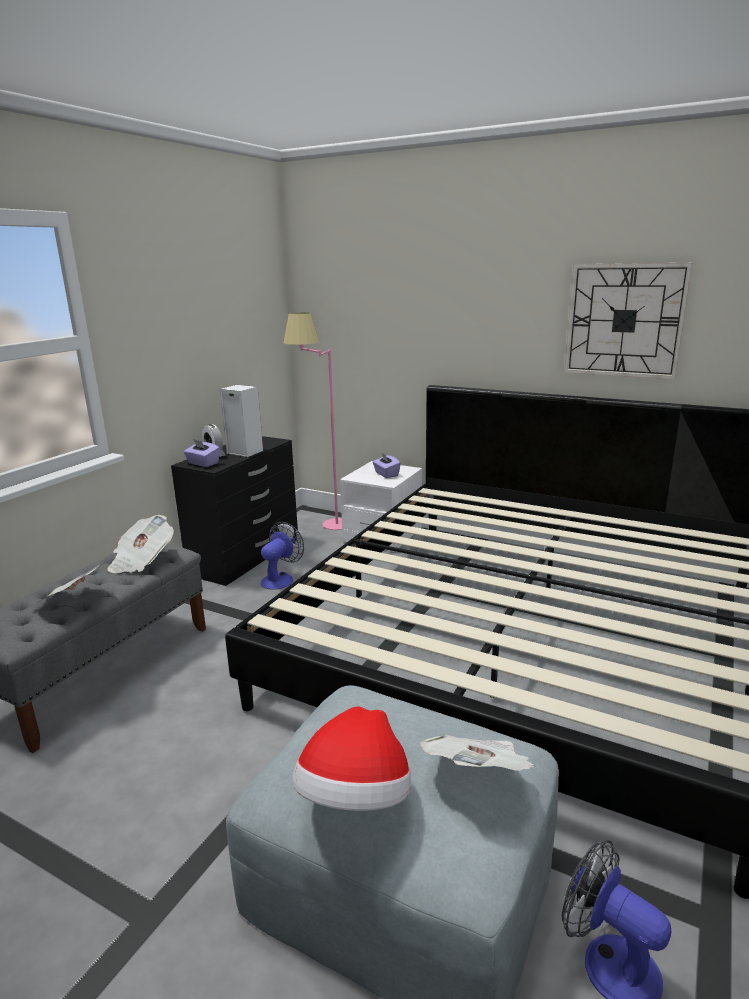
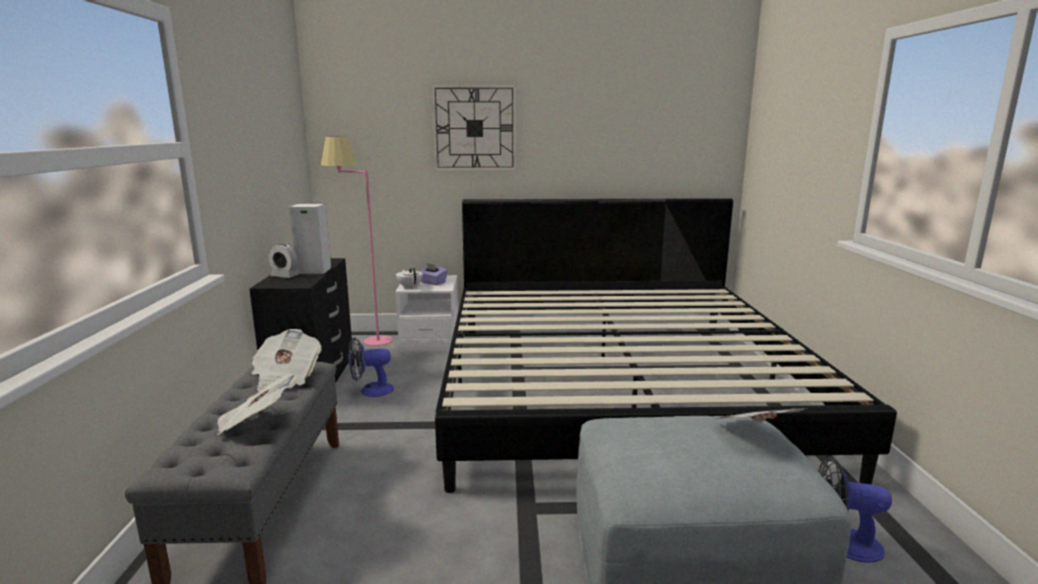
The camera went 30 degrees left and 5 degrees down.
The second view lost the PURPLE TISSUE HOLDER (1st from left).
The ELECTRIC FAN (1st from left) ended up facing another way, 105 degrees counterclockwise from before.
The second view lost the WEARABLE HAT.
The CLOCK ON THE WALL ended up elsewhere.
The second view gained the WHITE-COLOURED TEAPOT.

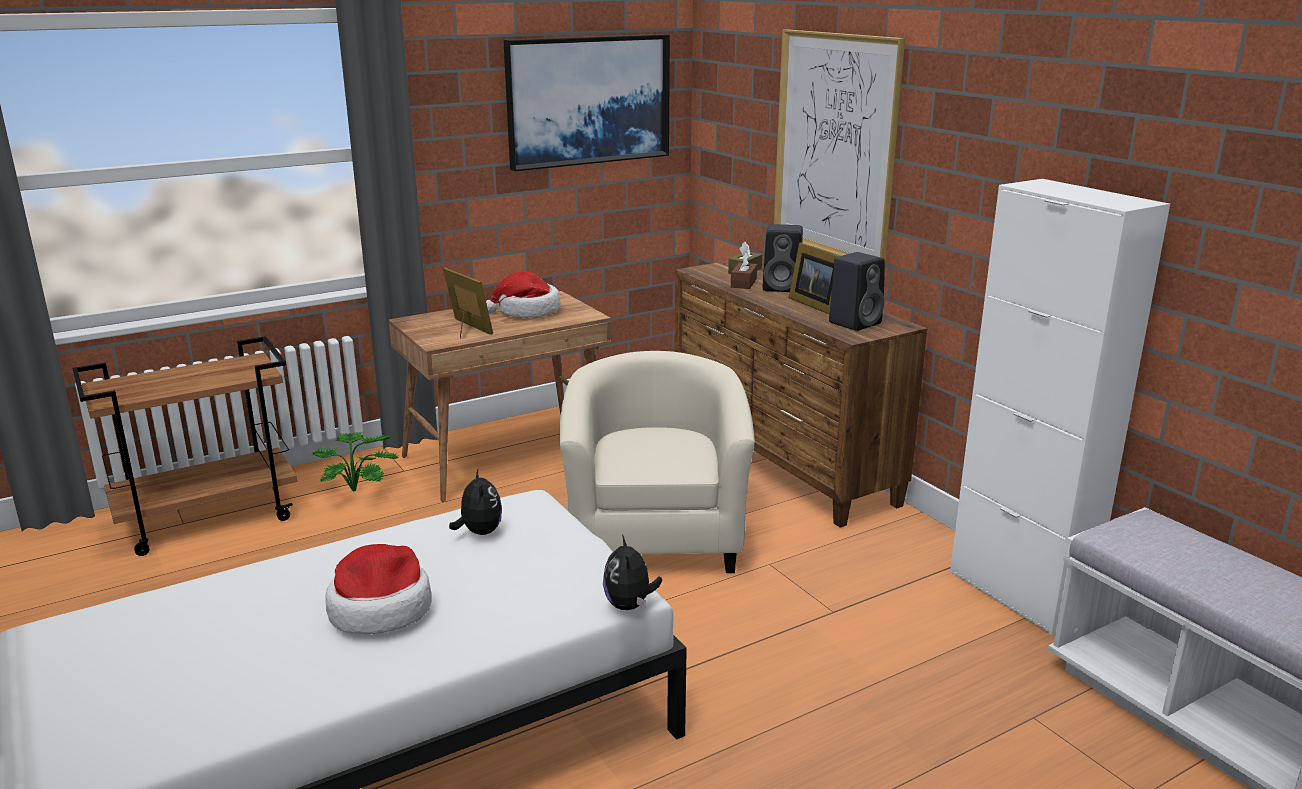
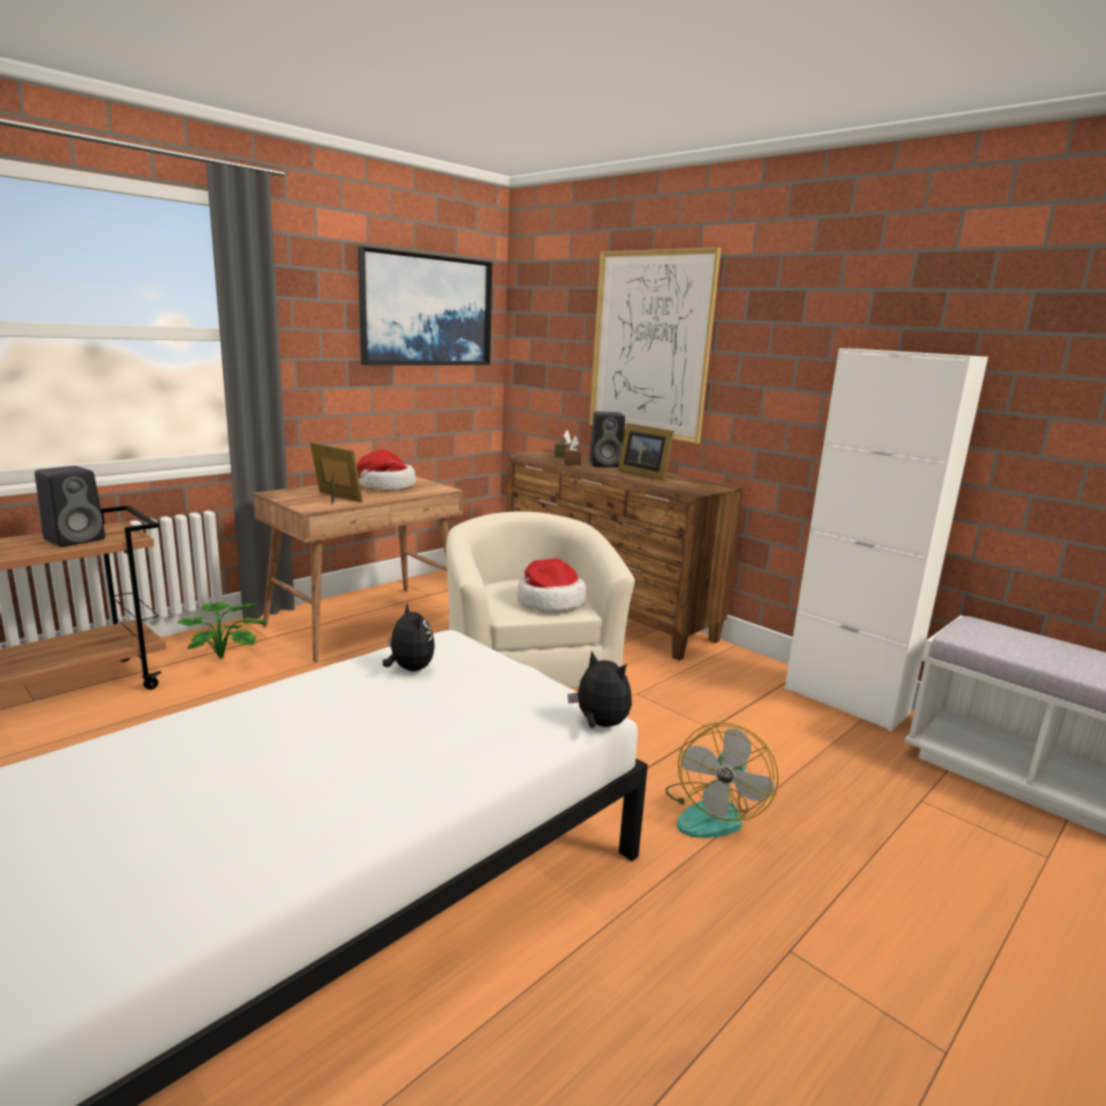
The camera went 15 degrees left and 5 degrees down.
The WEARABLE HAT (1st from left in the first image) ended up elsewhere.
The PLUSH TOY (2nd from left) ended up facing another way, 150 degrees clockwise from before.
The BLACK SPEAKER (2nd from left in the first image) ended up elsewhere.
The second view gained the ELECTRIC FAN.

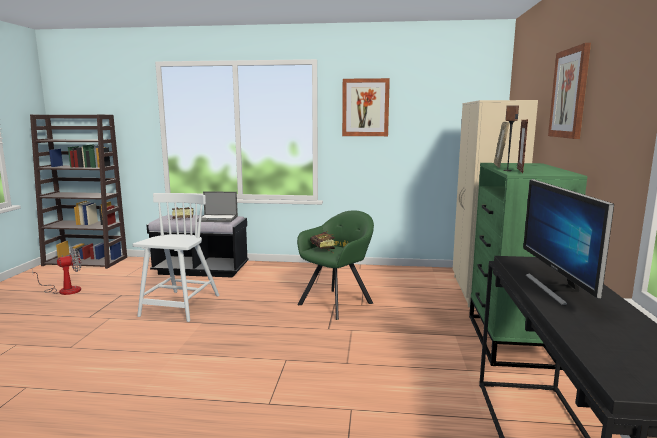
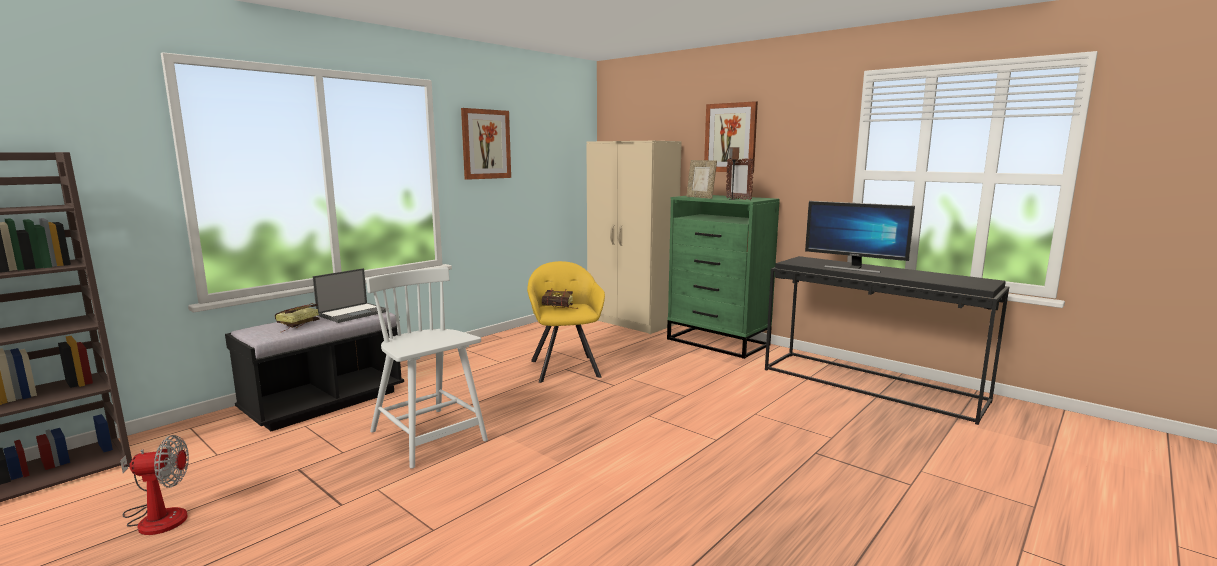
The camera went 55 degrees left and 0 degrees up.
The ELECTRIC FAN ended up facing another way, 75 degrees clockwise from before.
What was the GREEN-COLOURED ARMCHAIR turned into the YELLOW ARMCHAIR.

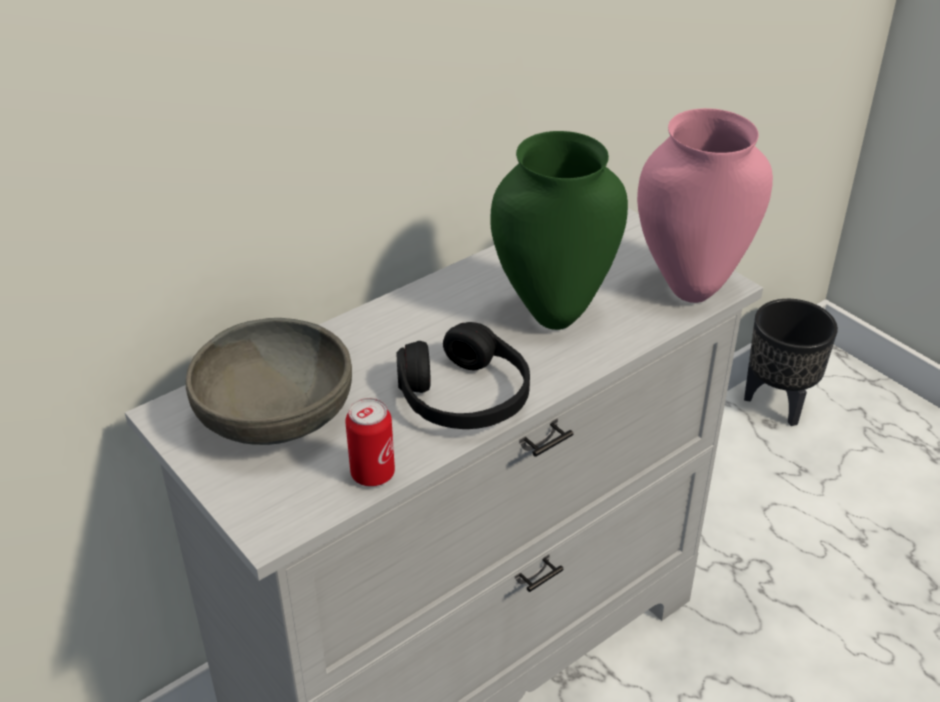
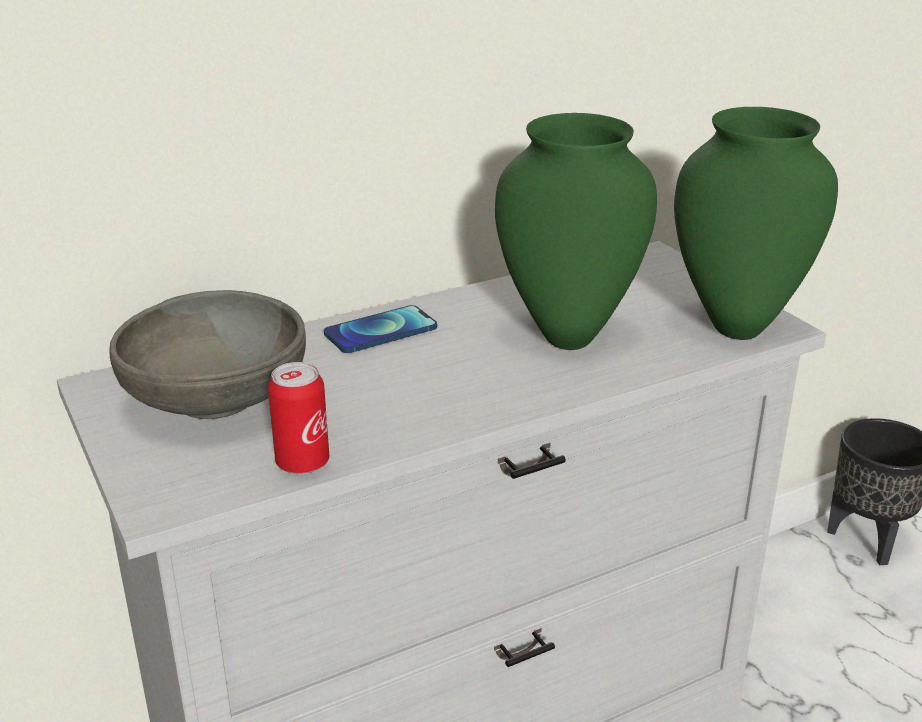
The camera went 10 degrees right and 10 degrees down.
The second view lost the BLACK PAIR OF HEADPHONES.
What was the PINK FLOWER VASE turned into the GREEN-COLOURED FLOWER VASE (2nd from left).
The second view gained the HANDSET.

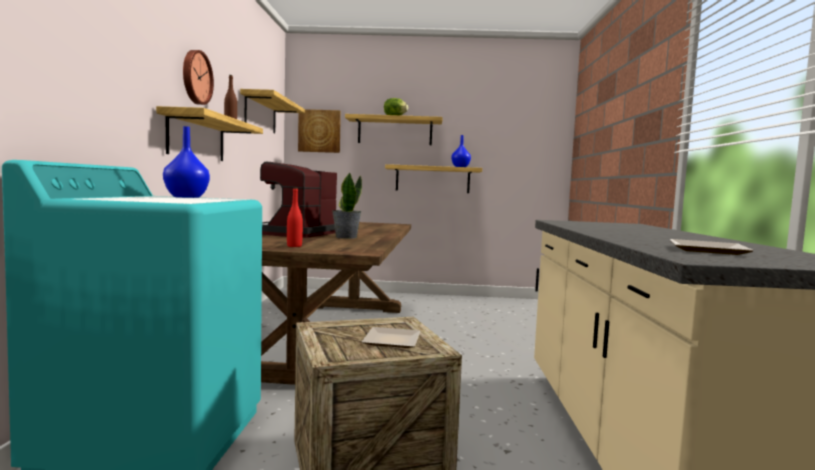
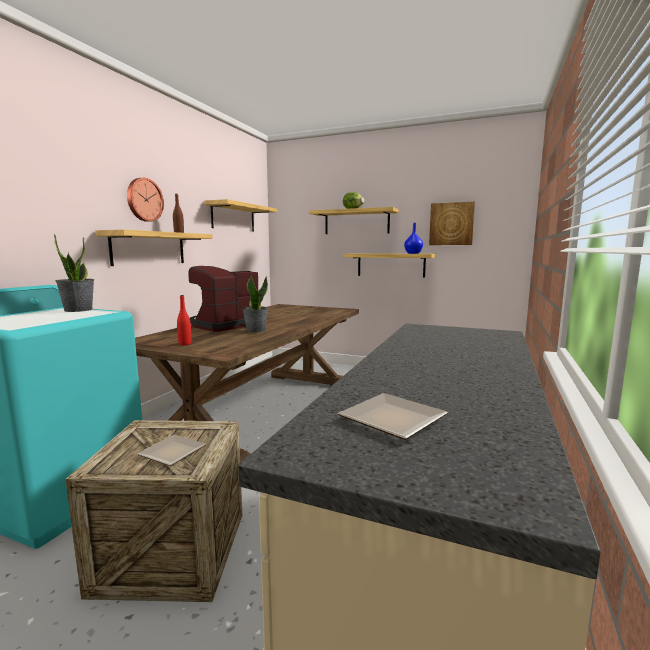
The camera went 20 degrees right and 5 degrees up.
Where the BLUISH FLOWER VASE (1st from left) stood, the PLANT IN A POT (1st from left) came to stand.
The PICTURE ended up elsewhere.

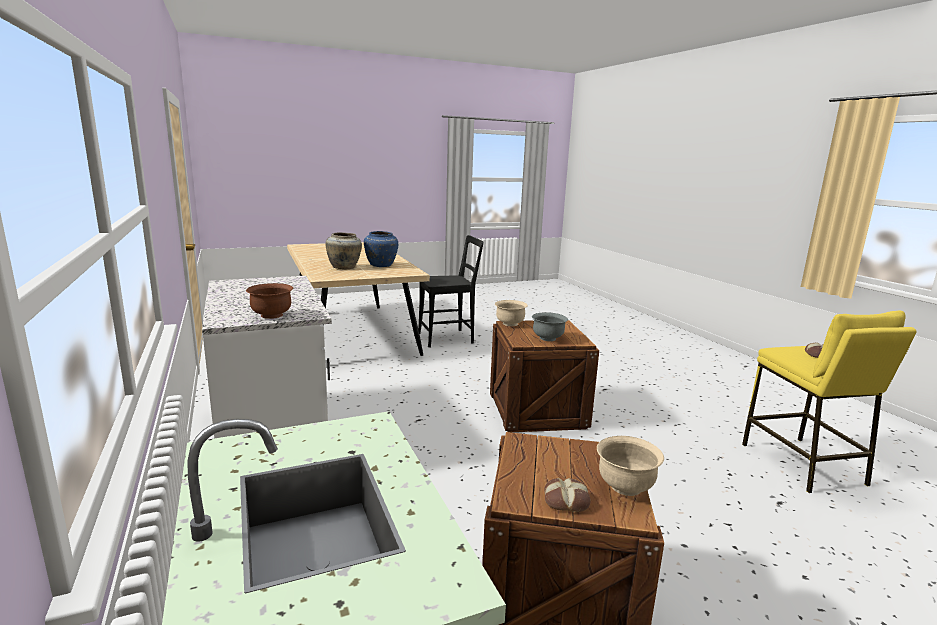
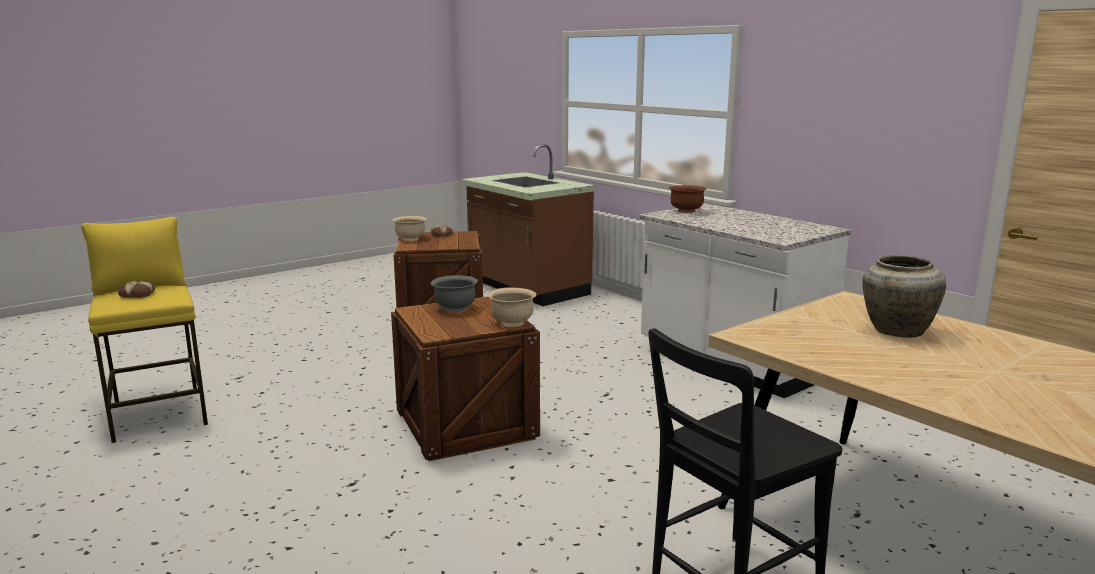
The camera went 165 degrees right and 0 degrees up.
The second view lost the BLUISH FLOWER VASE.

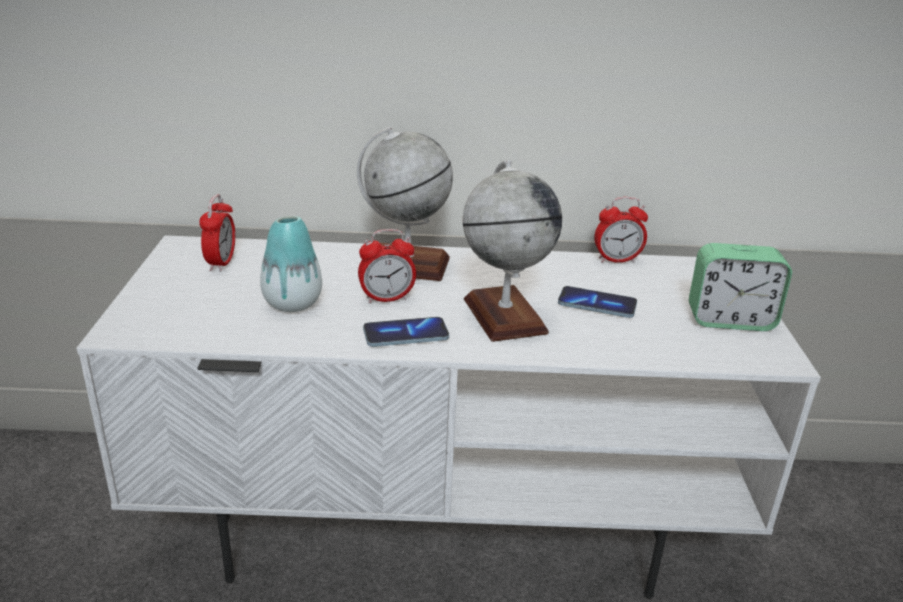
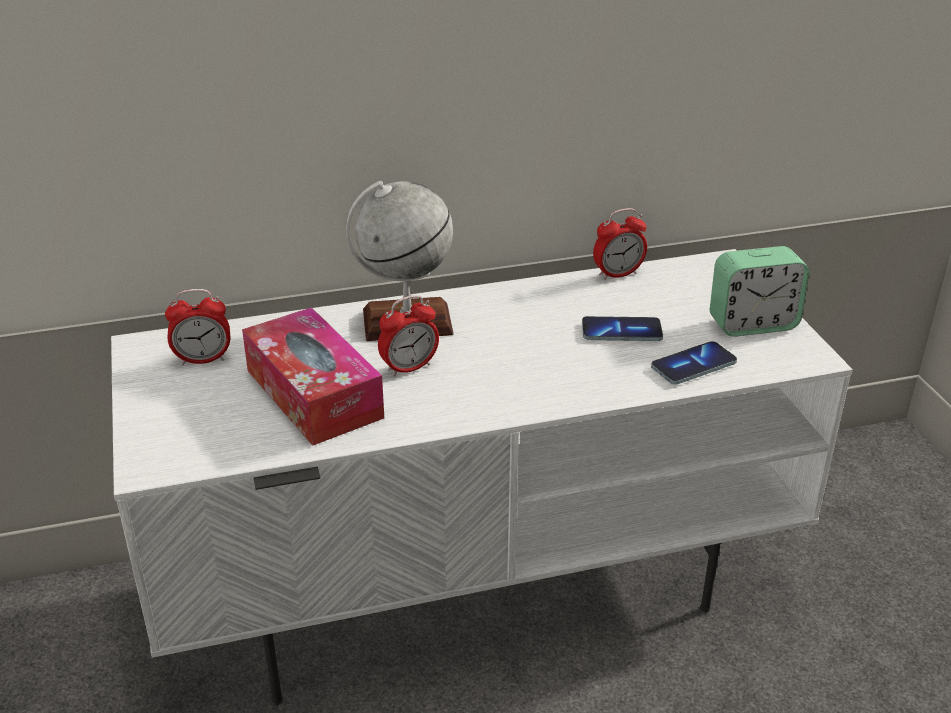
The camera went 15 degrees left and 5 degrees up.
The ALARM CLOCK (1st from left) ended up facing another way, 90 degrees clockwise from before.
Where the FLOWER VASE stood, the TISSUE HOLDER came to stand.
The HANDSET (1st from left in the first image) ended up elsewhere.
The second view lost the WORLD GLOBE (2nd from left).

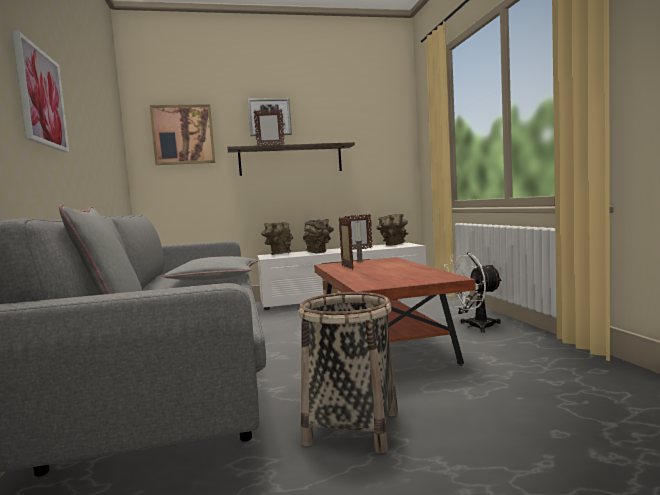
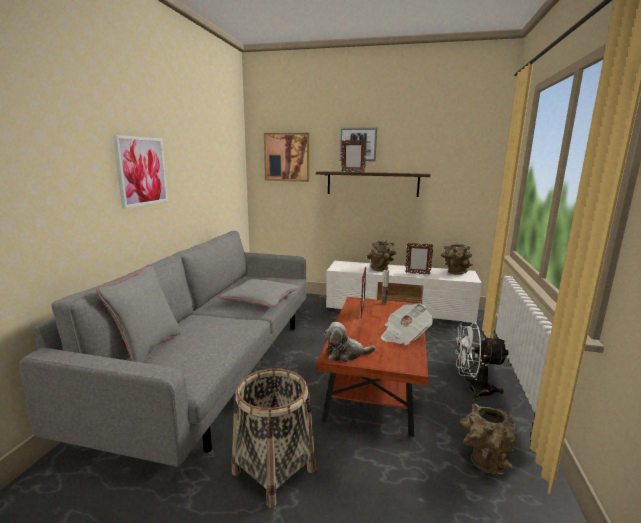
The camera went 25 degrees right and 10 degrees up.
The BROWN FLOWER VASE (1st from left in the first image) ended up elsewhere.
The second view gained the PLUSH TOY.
The second view gained the PRINTED PAPER.

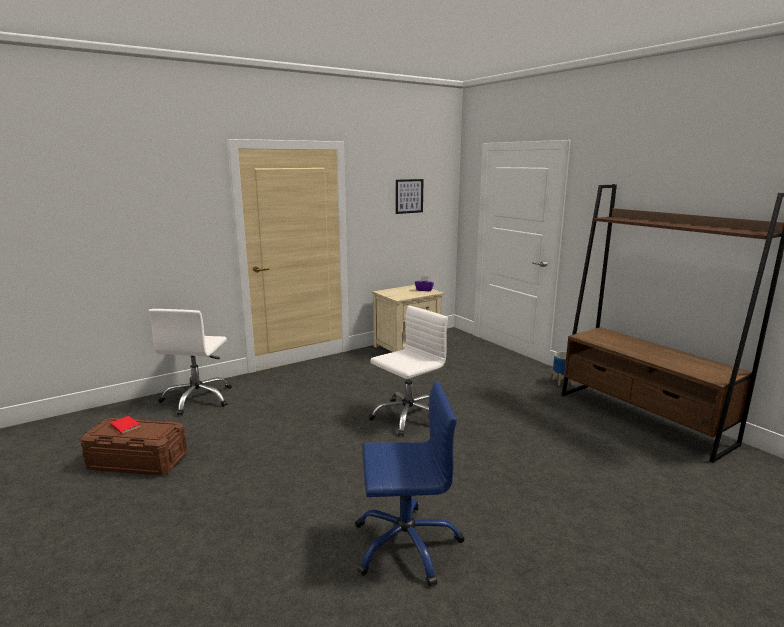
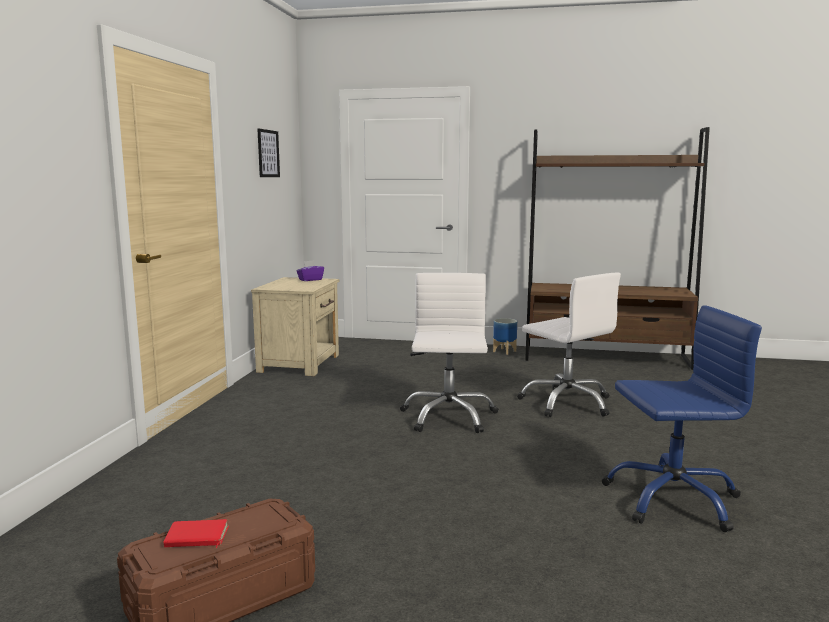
The camera went 45 degrees left and 5 degrees down.
The WHITE-COLOURED DESK CHAIR (1st from left in the first image) ended up elsewhere.
The BLUISH DESK CHAIR ended up facing another way, 45 degrees clockwise from before.

